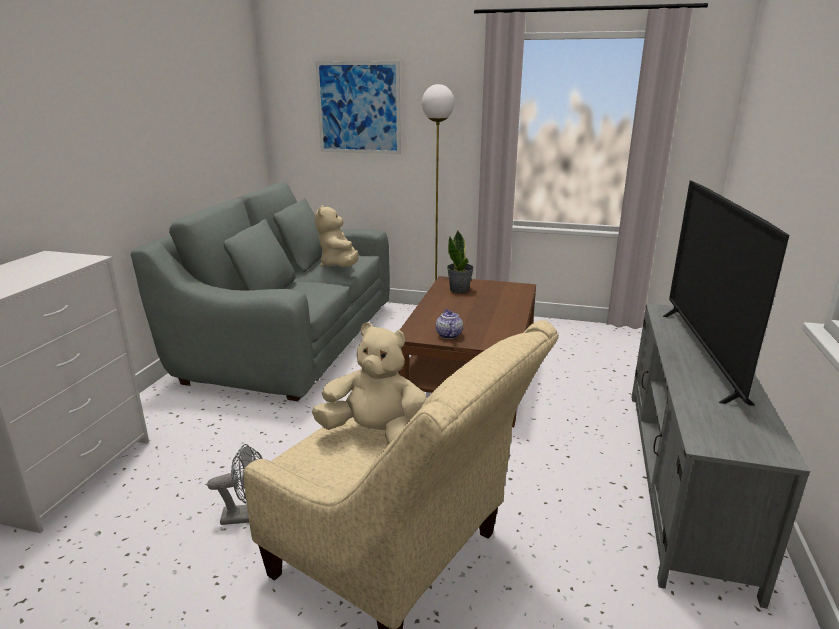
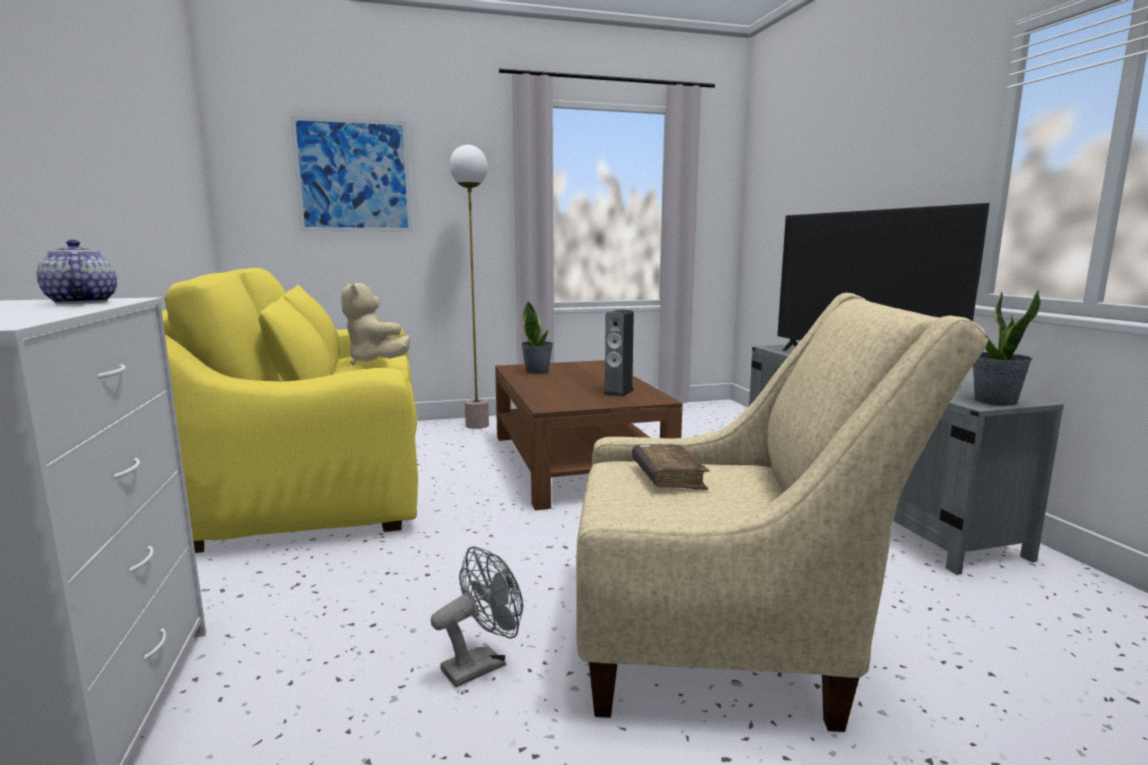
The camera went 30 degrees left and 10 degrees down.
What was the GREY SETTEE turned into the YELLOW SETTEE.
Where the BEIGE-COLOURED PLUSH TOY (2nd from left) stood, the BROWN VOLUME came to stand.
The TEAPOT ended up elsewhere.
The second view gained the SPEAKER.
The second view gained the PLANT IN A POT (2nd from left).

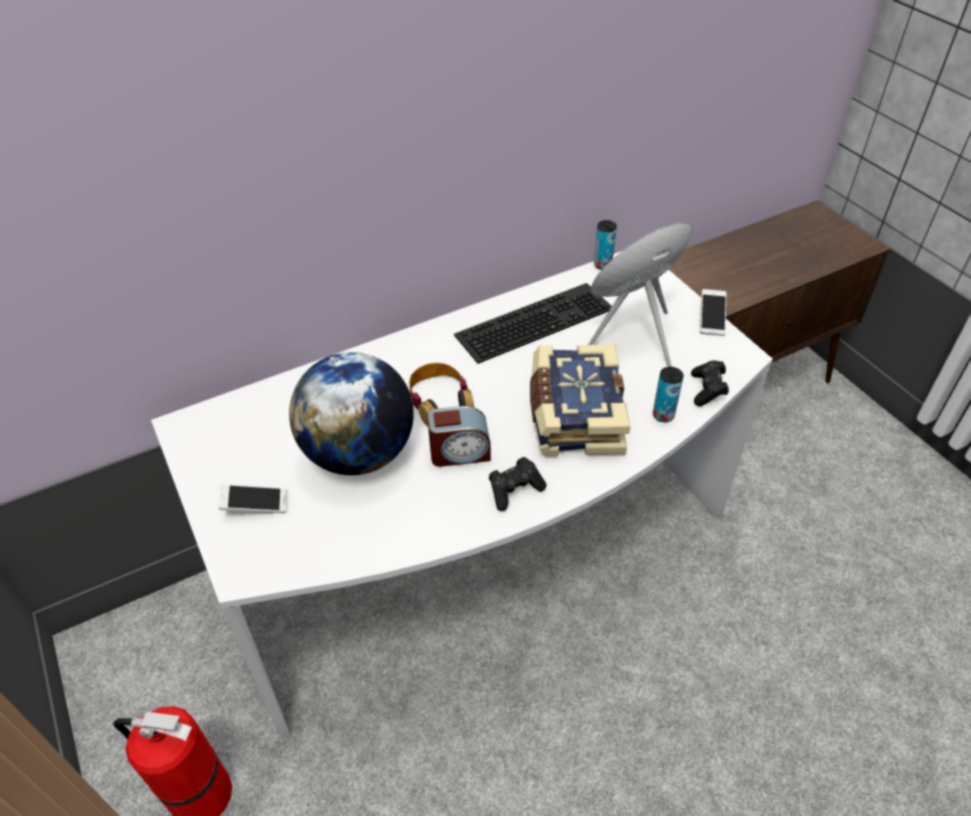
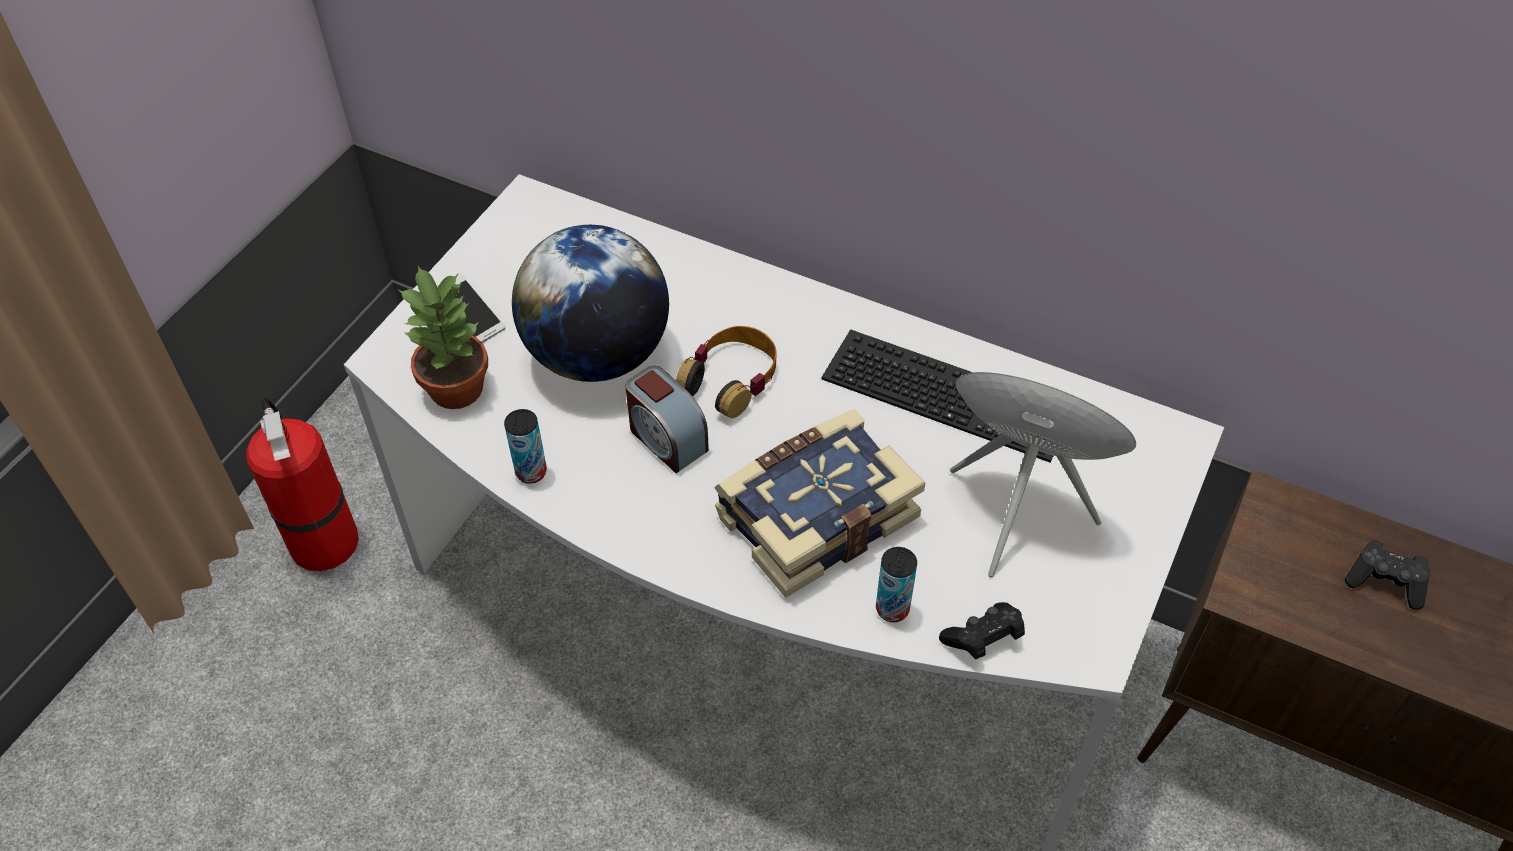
The camera went 55 degrees right and 5 degrees up.
The BLACK GAMEPAD (1st from left in the first image) ended up elsewhere.
The METAL CAN (1st from left) ended up elsewhere.
The second view lost the HANDSET (2nd from left).
The second view gained the PLANT IN A POT.

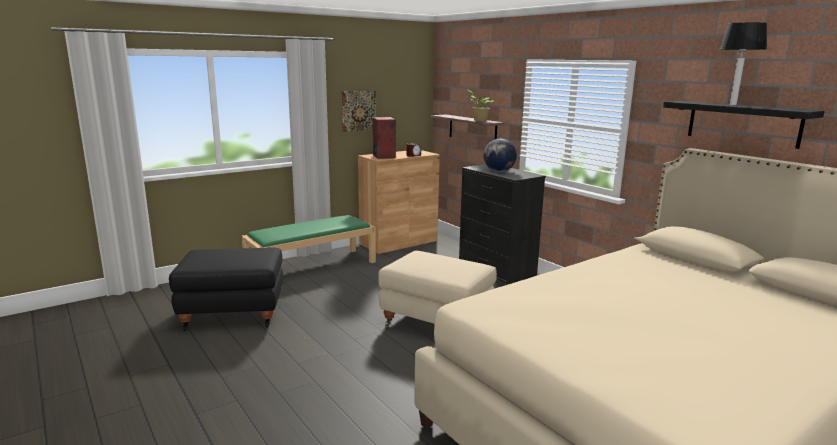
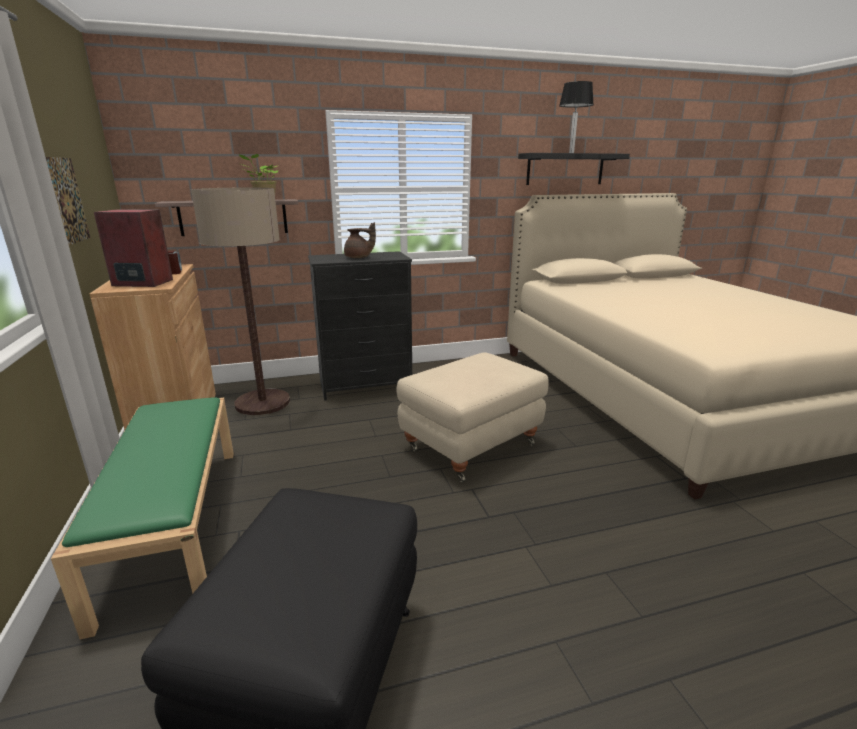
The camera went 70 degrees left and 5 degrees up.
Where the WORLD GLOBE stood, the BROWN TEAPOT came to stand.
The second view gained the STANDING LAMP.

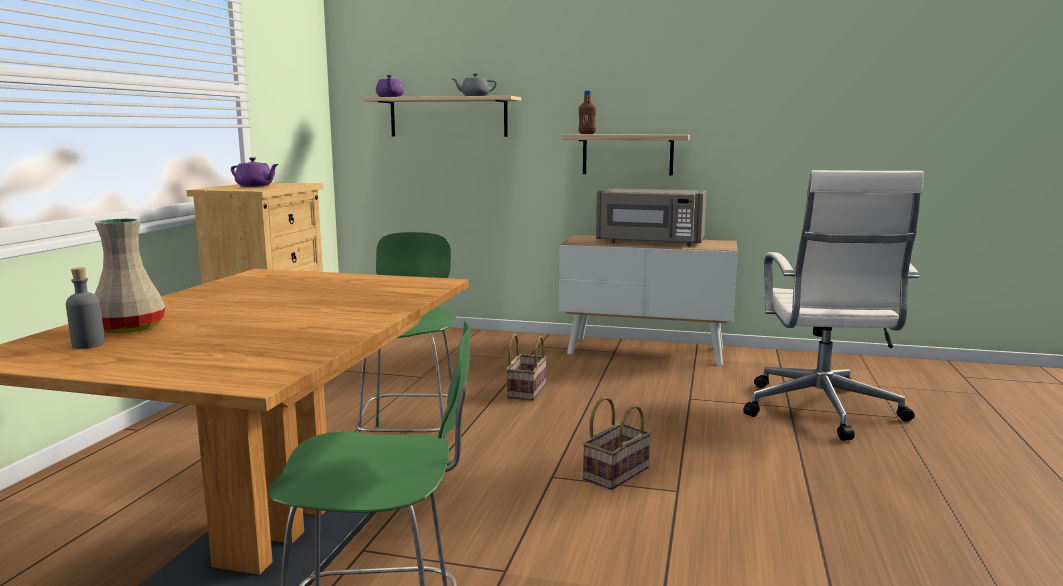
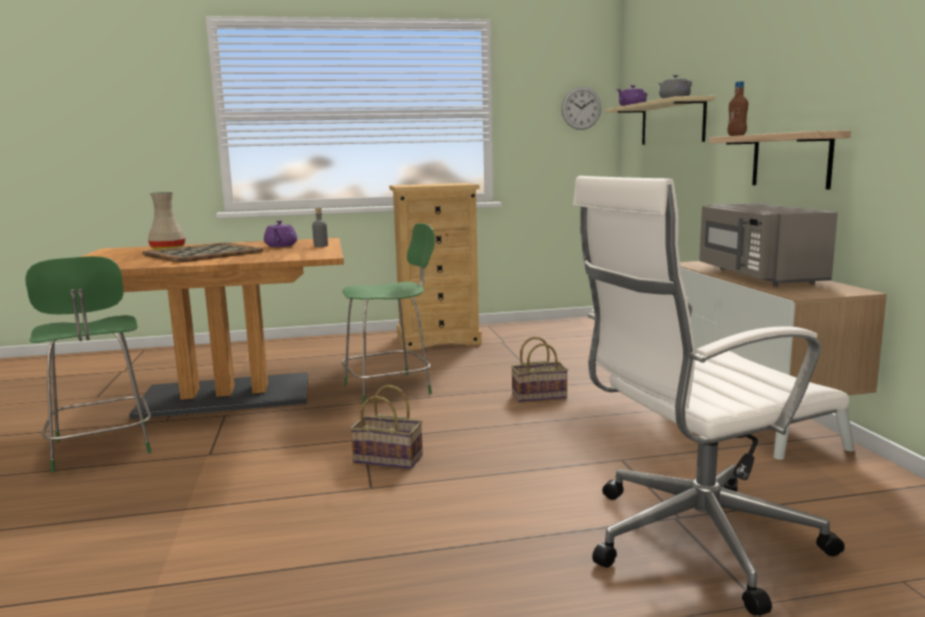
The camera went 65 degrees right and 0 degrees up.
The GREY BEVERAGE BOTTLE ended up elsewhere.
The PURPLE TEAPOT (1st from left) ended up elsewhere.
The second view gained the CARRYING TRAY.
The second view gained the CLOCK ON THE WALL.

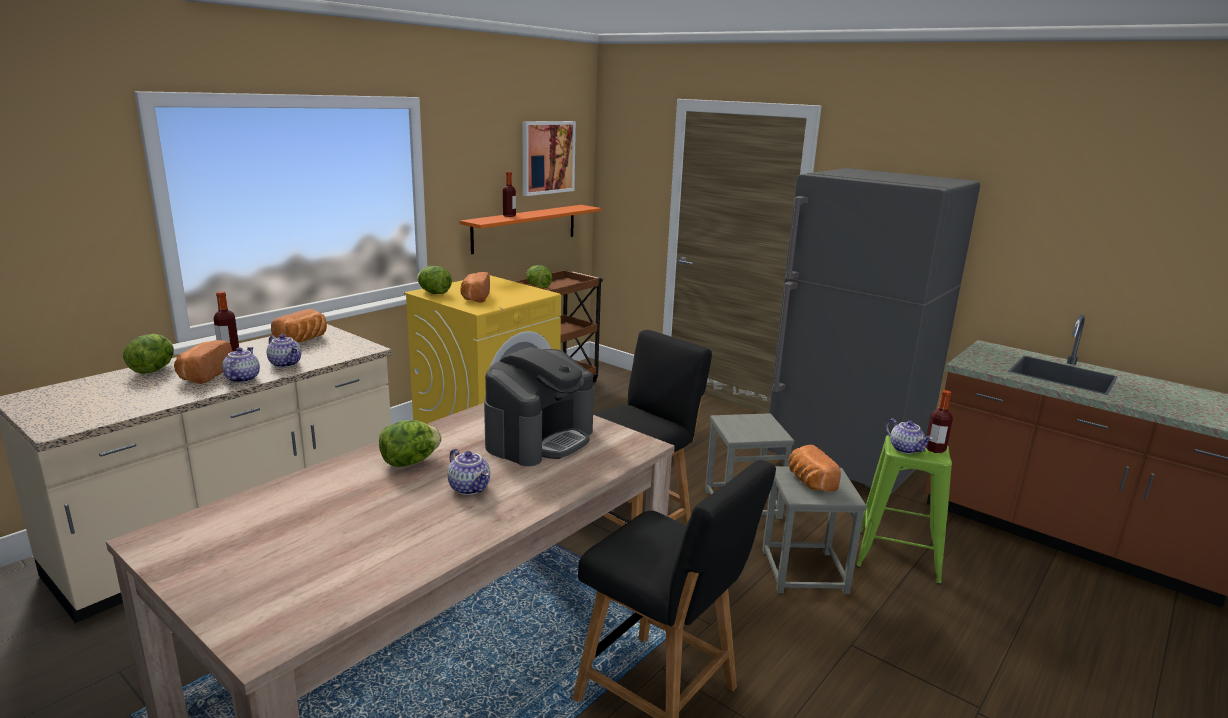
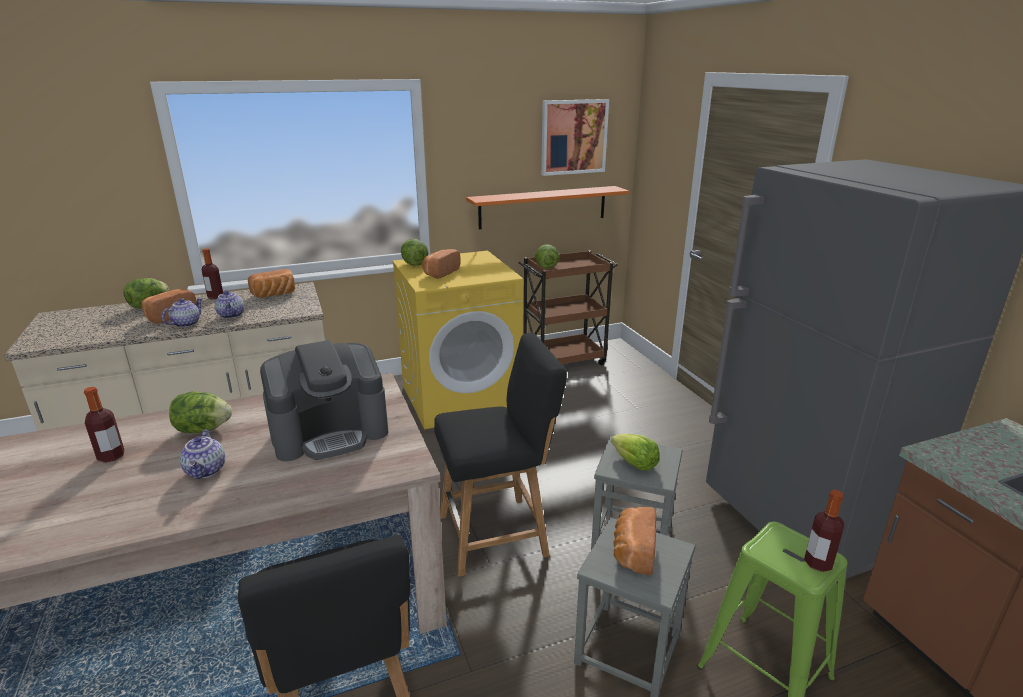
The camera went 30 degrees right and 5 degrees up.
The BEVERAGE BOTTLE (2nd from left in the first image) ended up elsewhere.
The second view lost the TEAPOT (4th from left).
The second view gained the LETTUCE HEAD (5th from left).

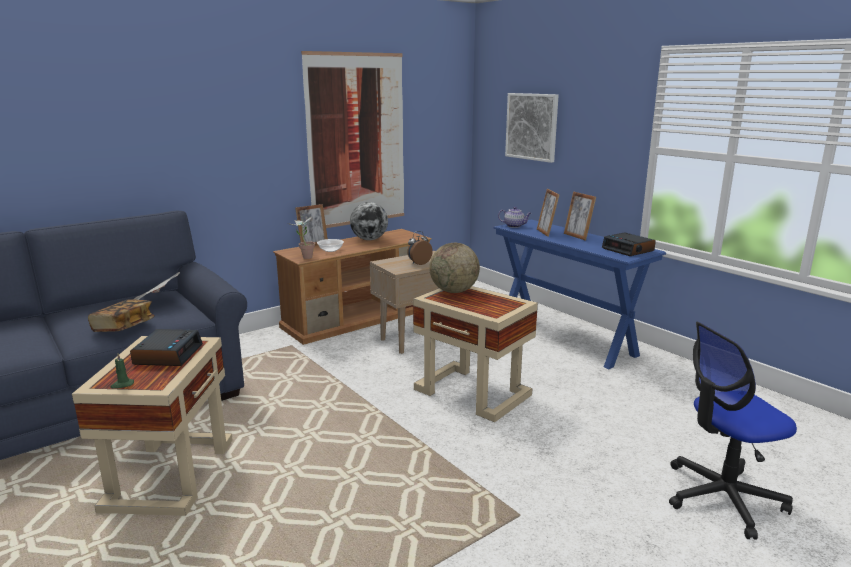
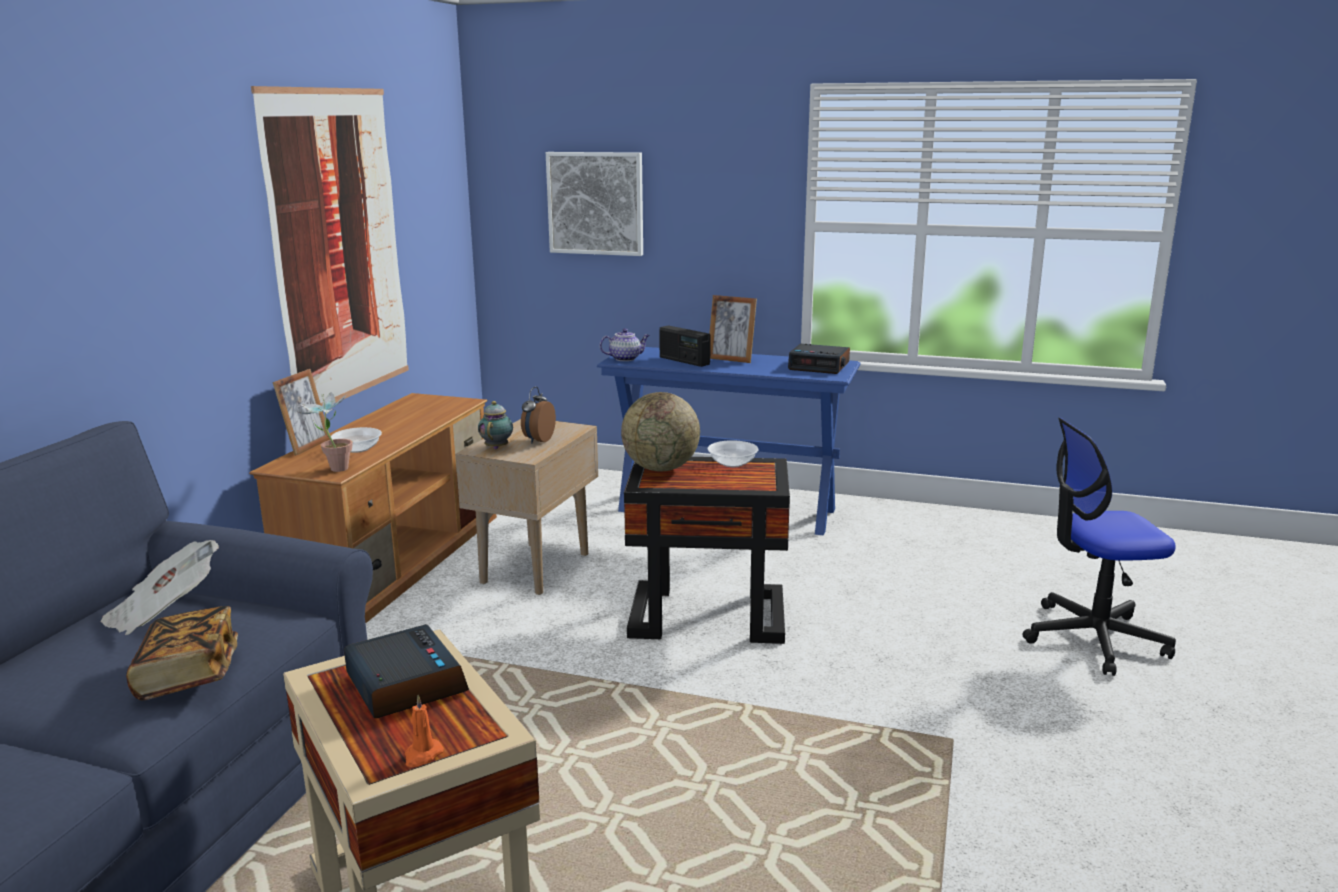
The camera went 35 degrees left and 0 degrees up.
What was the GREEN-COLOURED CANDLE turned into the ORANGEY CANDLE.
The second view lost the WORLD GLOBE (1st from left).
What was the BEIGE-COLOURED ACCENT TABLE (3rd from left) turned into the BLACK ACCENT TABLE.
Where the PHOTO FRAME (2nd from left) stood, the RADIO SET came to stand.
The DESK CHAIR ended up facing another way, 45 degrees clockwise from before.
The second view gained the TEAPOT (1st from left).
The second view gained the BOWL (2nd from left).

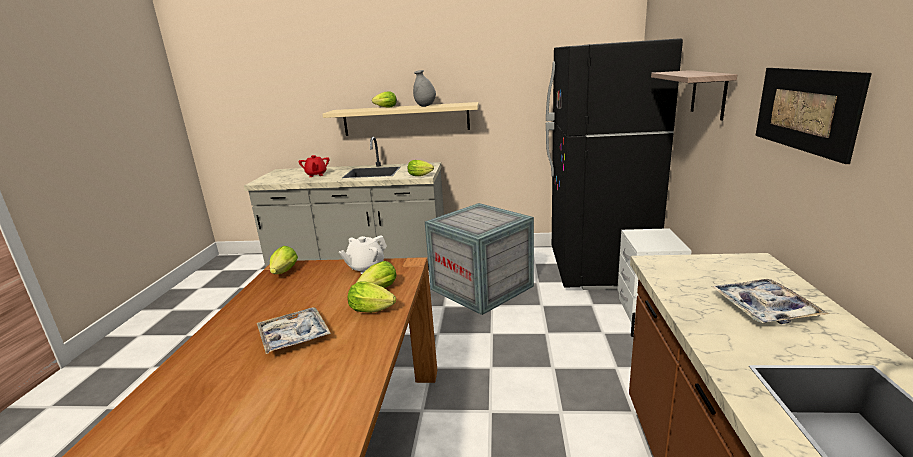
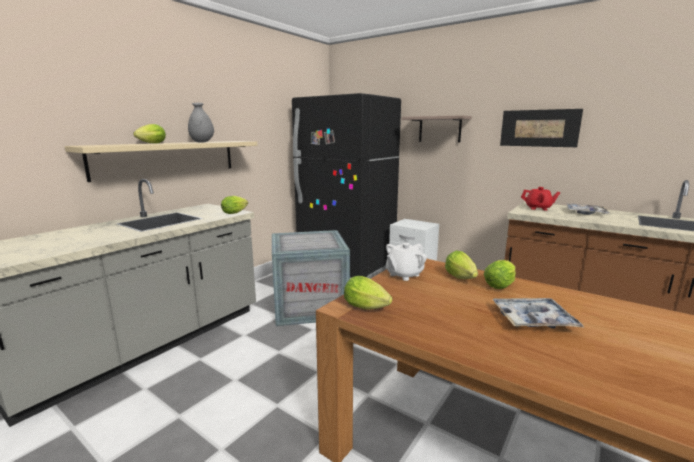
The camera went 60 degrees left and 5 degrees down.
The RED-COLOURED TEAPOT ended up elsewhere.
The WHITE-COLOURED TEAPOT ended up facing another way, 60 degrees clockwise from before.

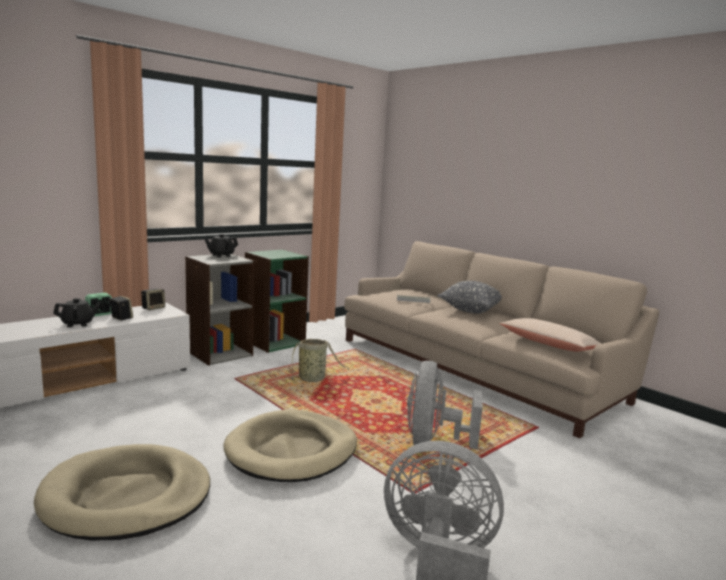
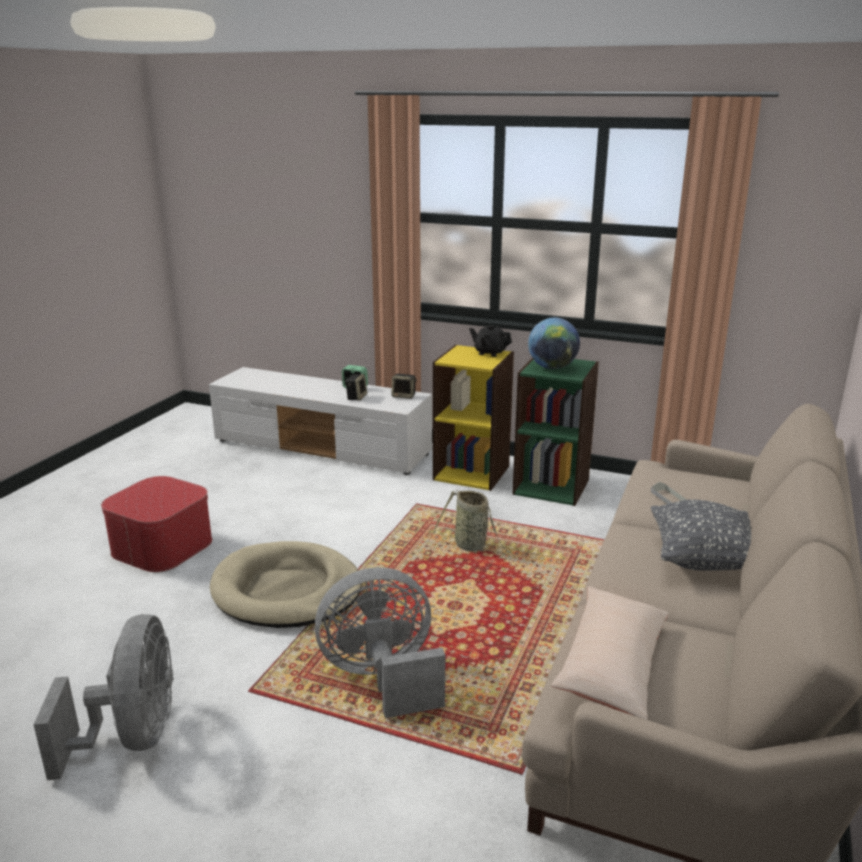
The camera went 65 degrees right and 10 degrees up.
Where the BEIGE-COLOURED DOG BED (1st from left) stood, the OTTOMAN came to stand.
The second view lost the BLACK TEAPOT (1st from left).
What was the GREY BOOKSHELF turned into the YELLOW BOOKSHELF.
The second view gained the WORLD GLOBE.

